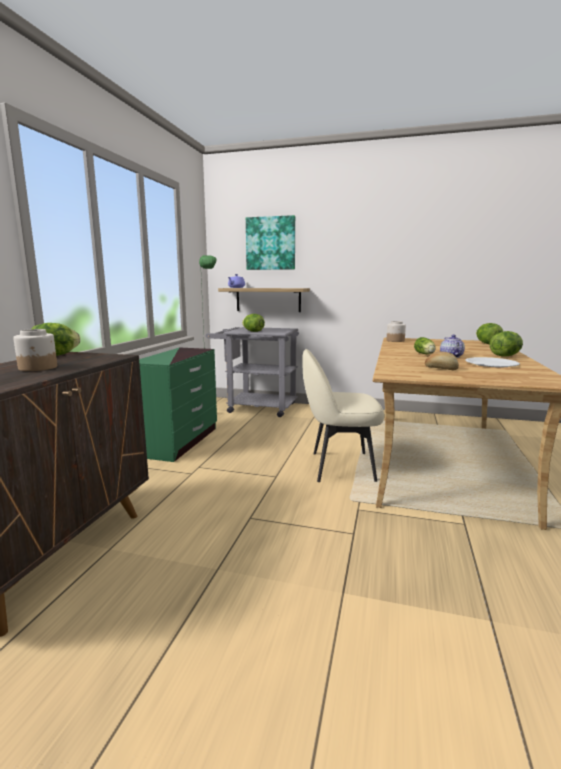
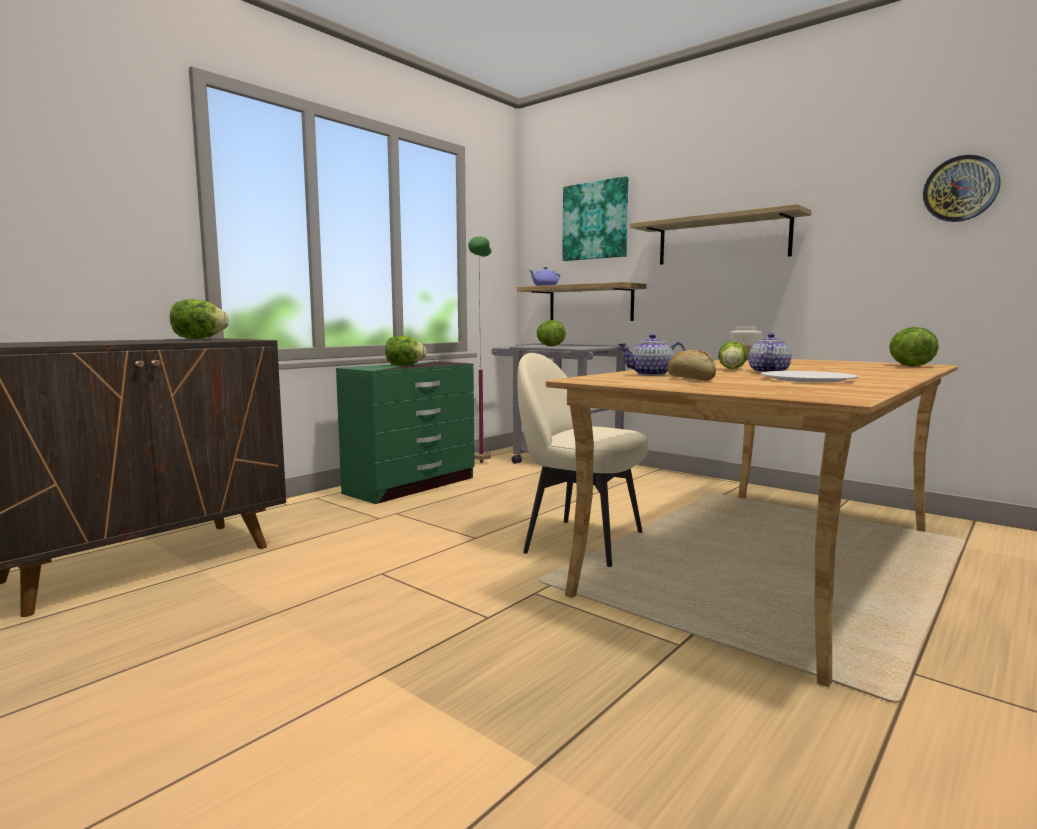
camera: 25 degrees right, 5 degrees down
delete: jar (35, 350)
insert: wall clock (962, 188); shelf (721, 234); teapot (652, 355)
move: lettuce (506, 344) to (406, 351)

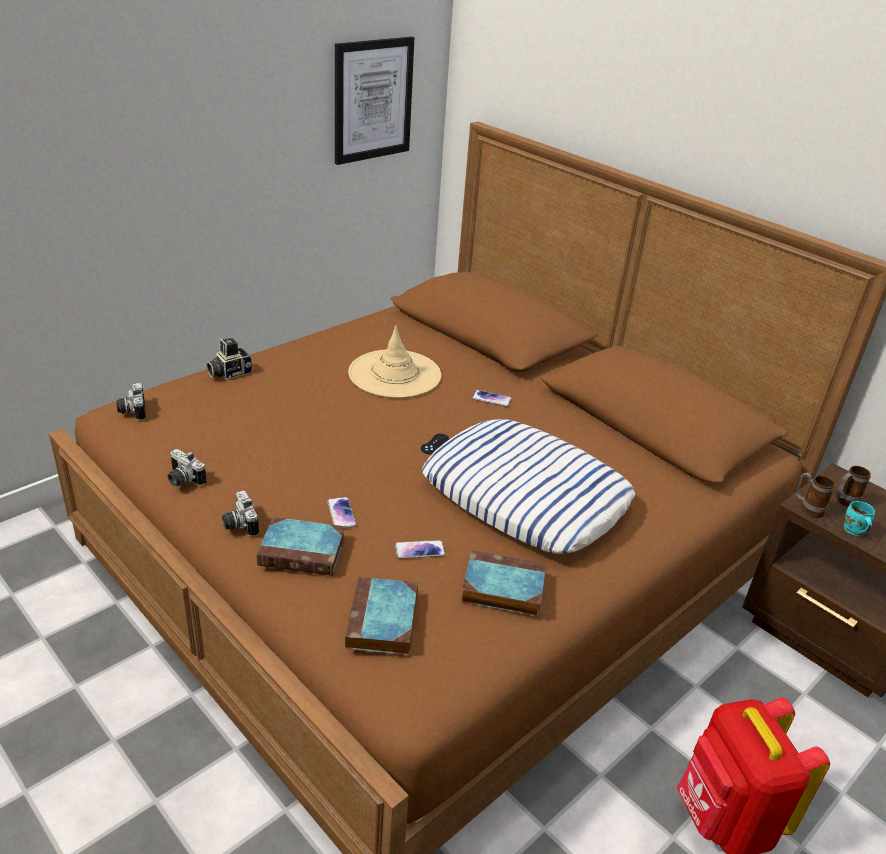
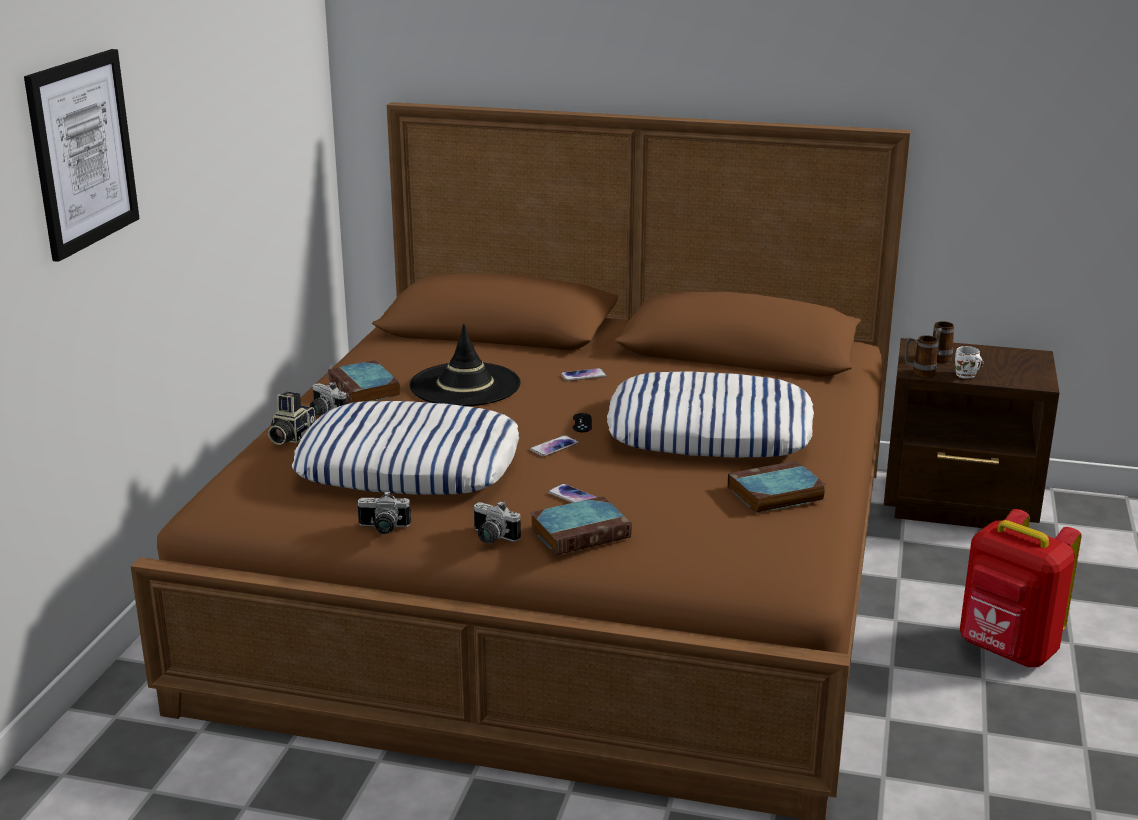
camera: 30 degrees left, 10 degrees down
insert: pillow (405, 448)
move: picture (374, 100) to (81, 155); photo camera (131, 402) to (328, 399); phone (420, 549) to (554, 446); book (381, 616) to (364, 381)
recolor: hat (beige) (394, 362) to hat (black) (465, 365); mug (turquoise) (859, 518) to mug (white) (969, 362)

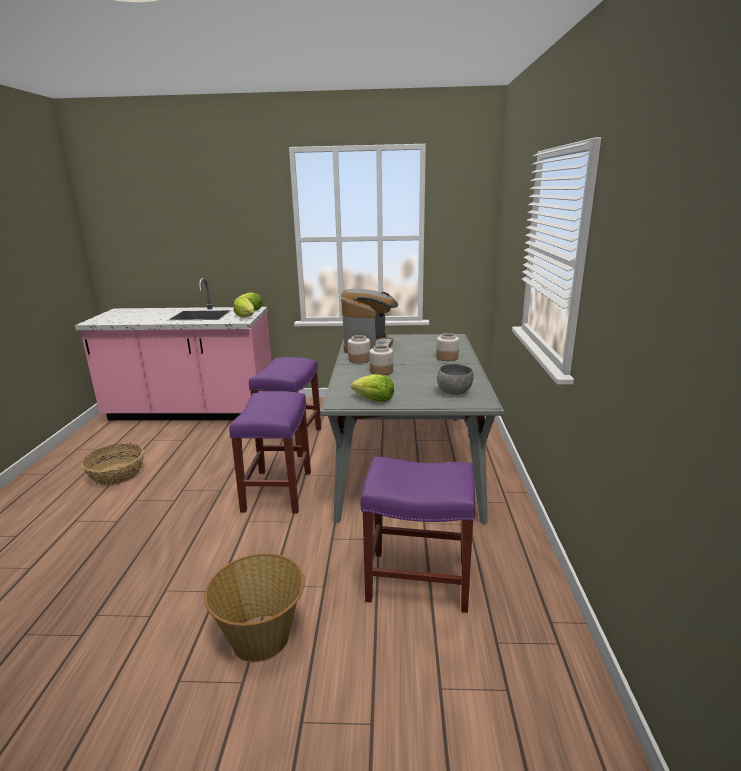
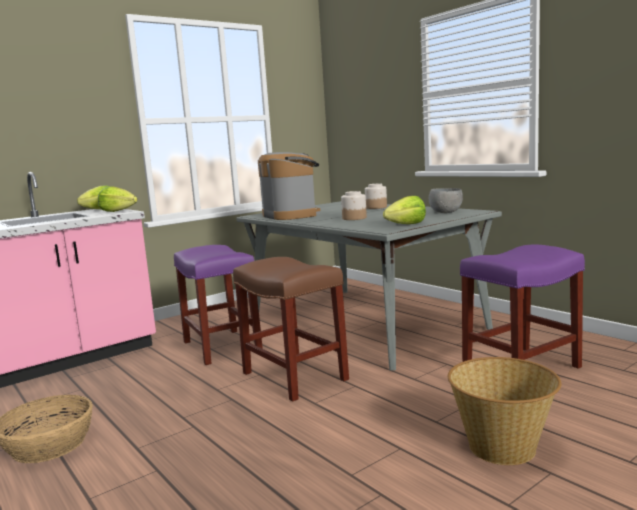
camera: 40 degrees left, 10 degrees down
delete: jar (359, 349)
recolor: stool (purple) (270, 452) to stool (brown) (291, 329)

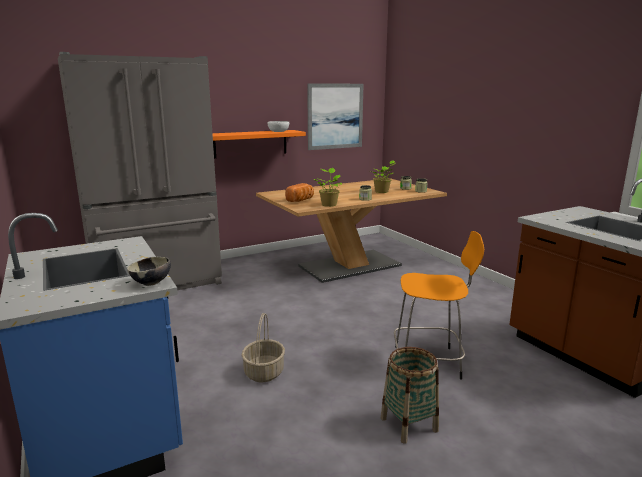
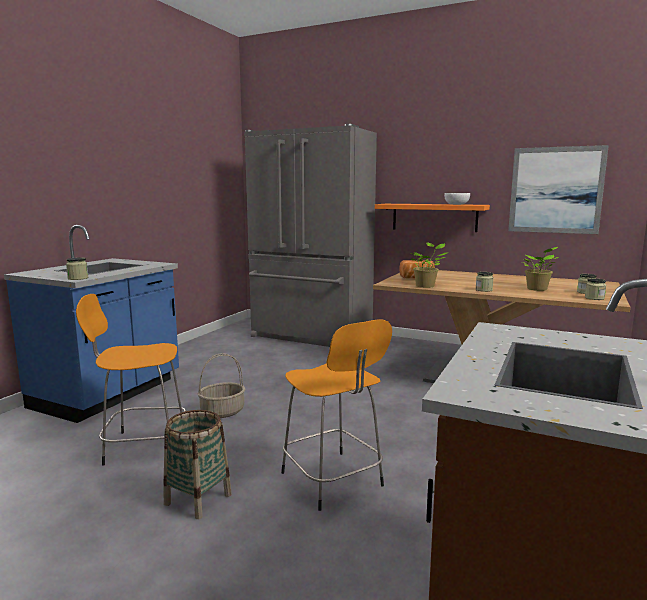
camera: 55 degrees right, 5 degrees down
insert: stool (orange) (131, 380)
replace: bowl (149, 271) to jar (77, 268)

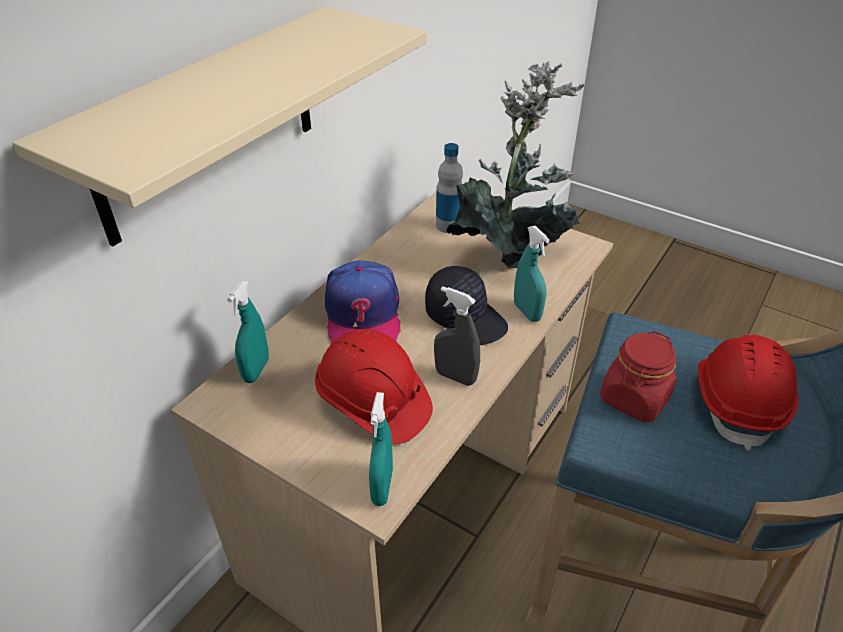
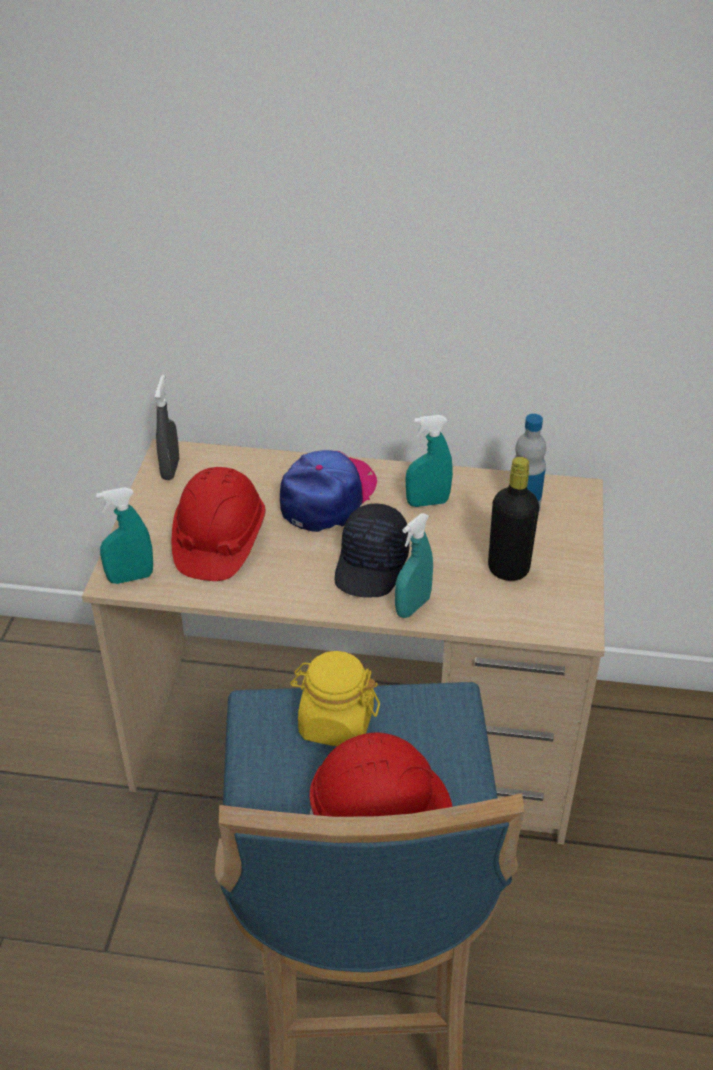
camera: 65 degrees right, 0 degrees up
delete: shelf (beige) (219, 126)
move: spray bottle (turquoise) (248, 331) to (429, 461); spray bottle (grey) (457, 336) to (166, 427)
replace: potted plant (516, 165) to bottle (black) (513, 519)
recolor: jar (red) (638, 376) to jar (yellow) (335, 698)
rotate: cap (363, 302) = (328, 491) 150 degrees clockwise

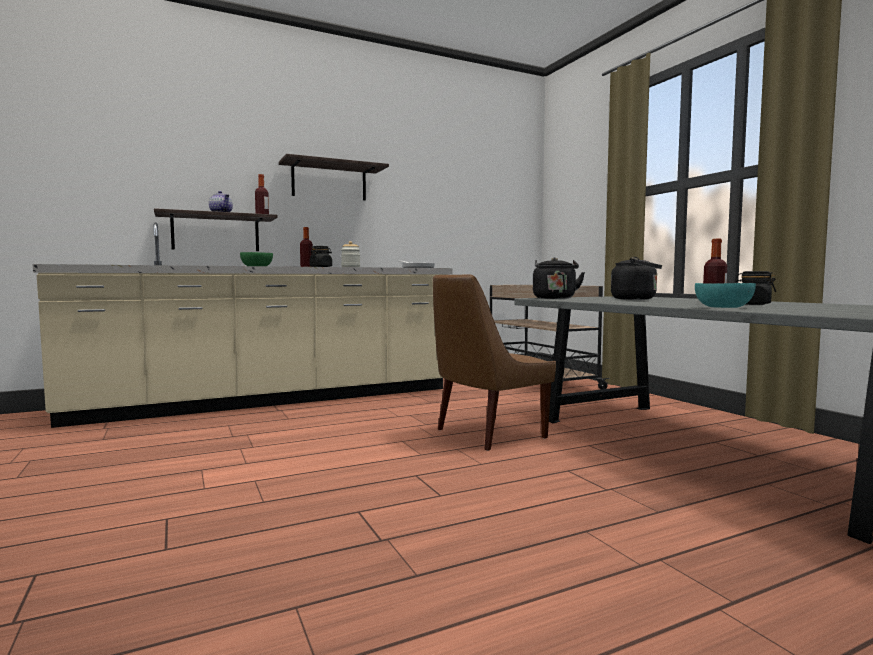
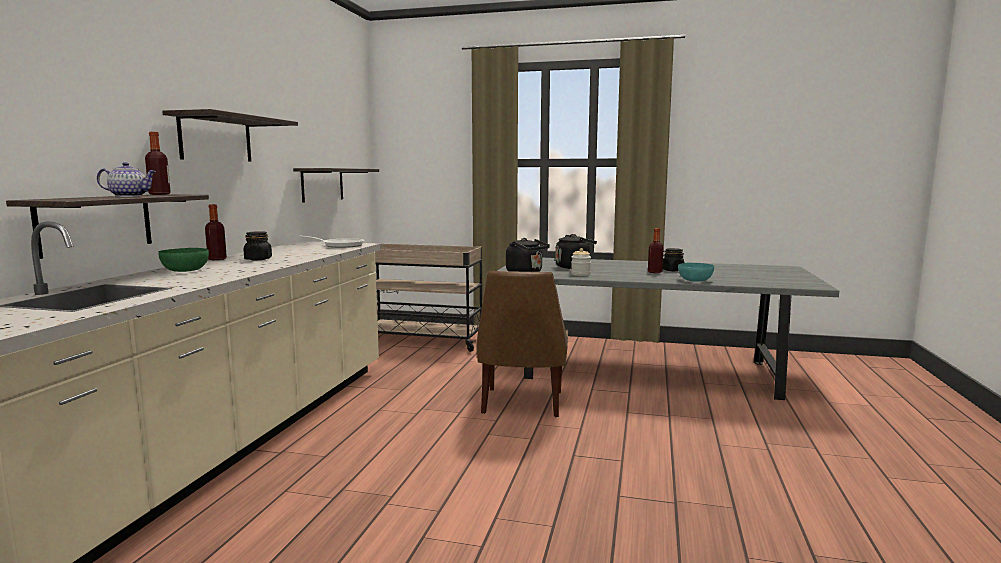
camera: 50 degrees left, 5 degrees up
insert: shelf (336, 185)
move: jar (350, 254) to (581, 262)

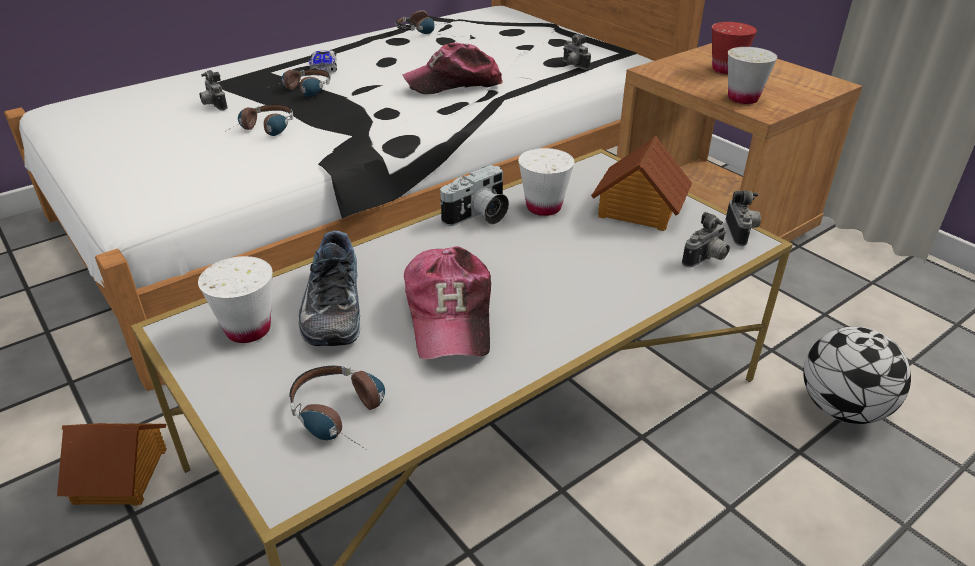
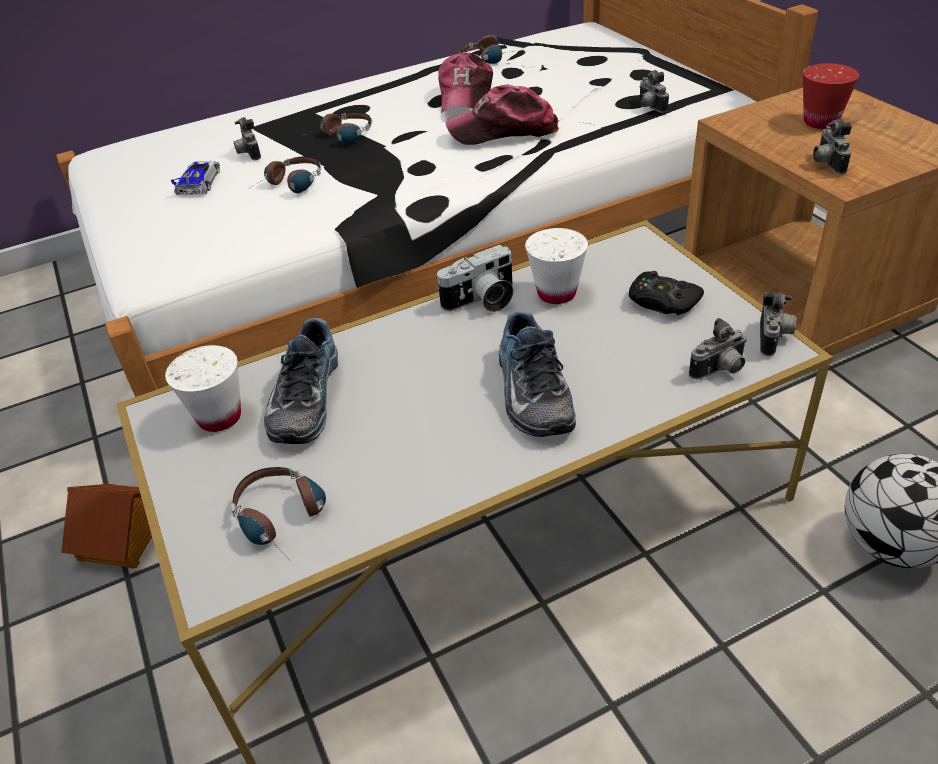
camera: 15 degrees right, 5 degrees up
insert: shoe (537, 374)
move: toy car (322, 61) to (195, 178); cap (447, 302) to (466, 82)
replace: cup (white) (753, 75) to photo camera (832, 146); toy house (641, 183) to game controller (black) (666, 293)

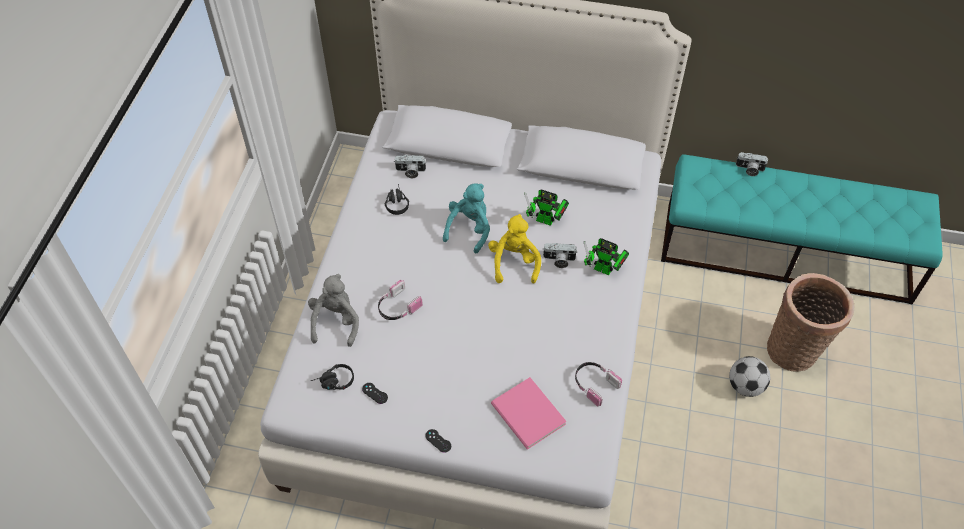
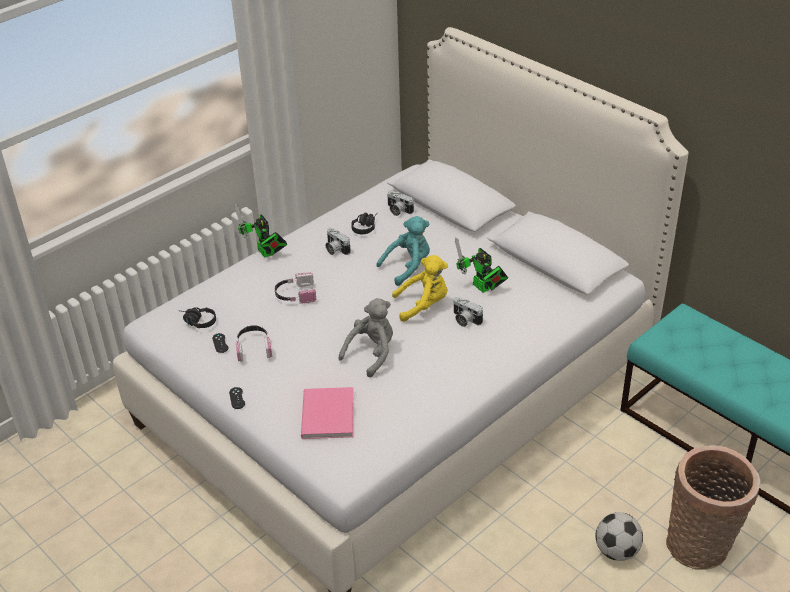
camera: 35 degrees right, 15 degrees down
move: photo camera (752, 164) to (338, 241); toy robot (606, 256) to (260, 230); plush toy (grey) (333, 310) to (365, 337); headphones (598, 384) to (254, 343)
rotate: plush toy (yellow) (514, 248) = (420, 288) 45 degrees clockwise

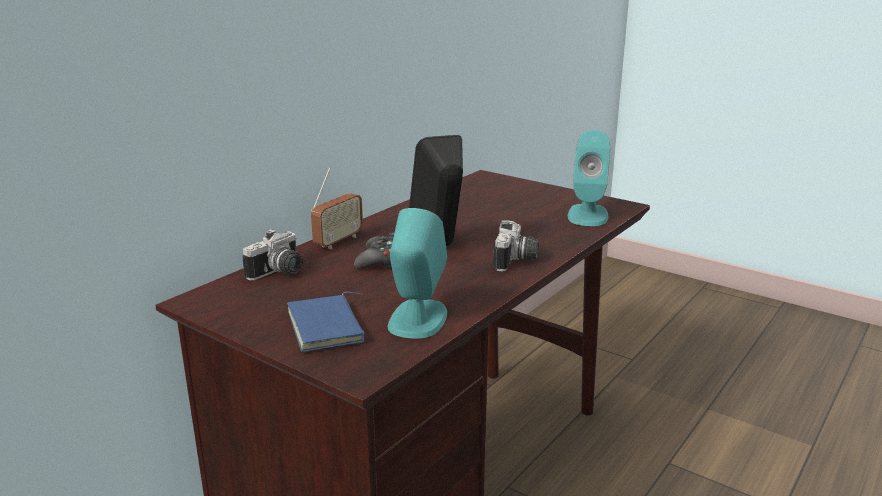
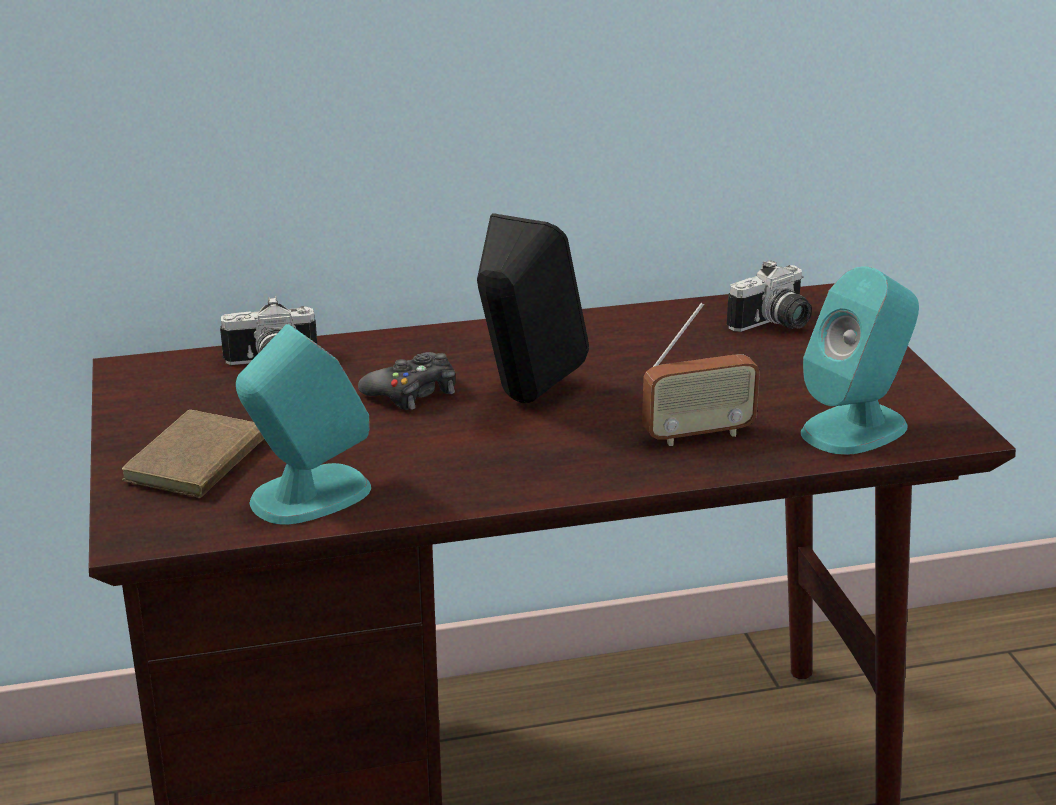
camera: 40 degrees right, 5 degrees up
move: radio (337, 208) to (701, 374); photo camera (516, 246) to (769, 296)
recolor: book (blue) (326, 322) to book (brown) (193, 454)

